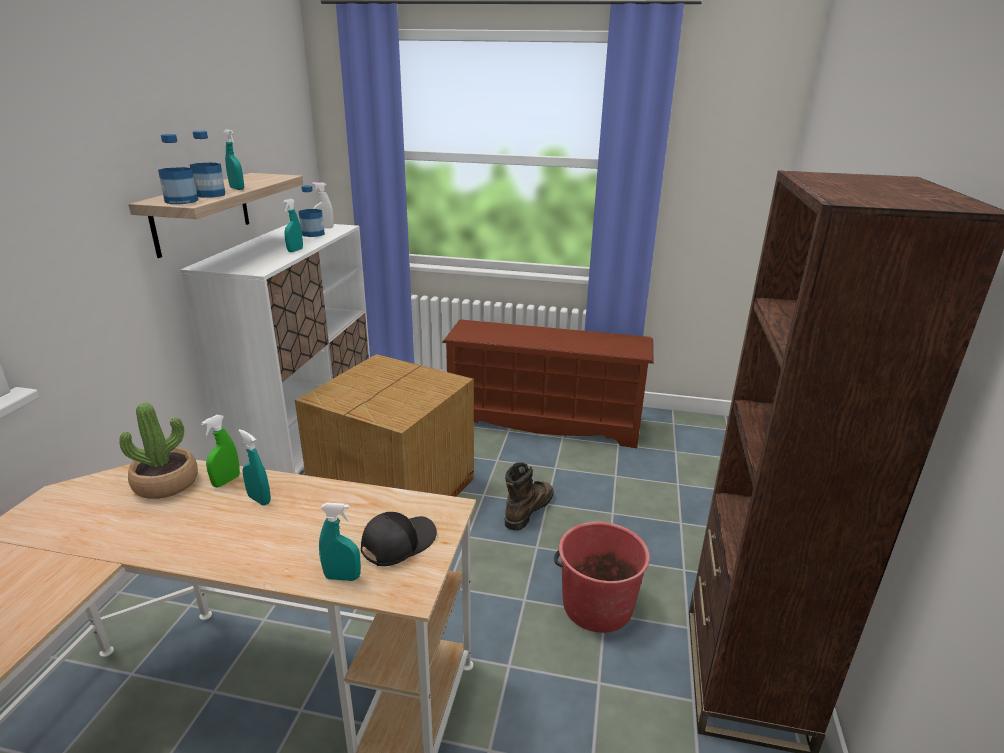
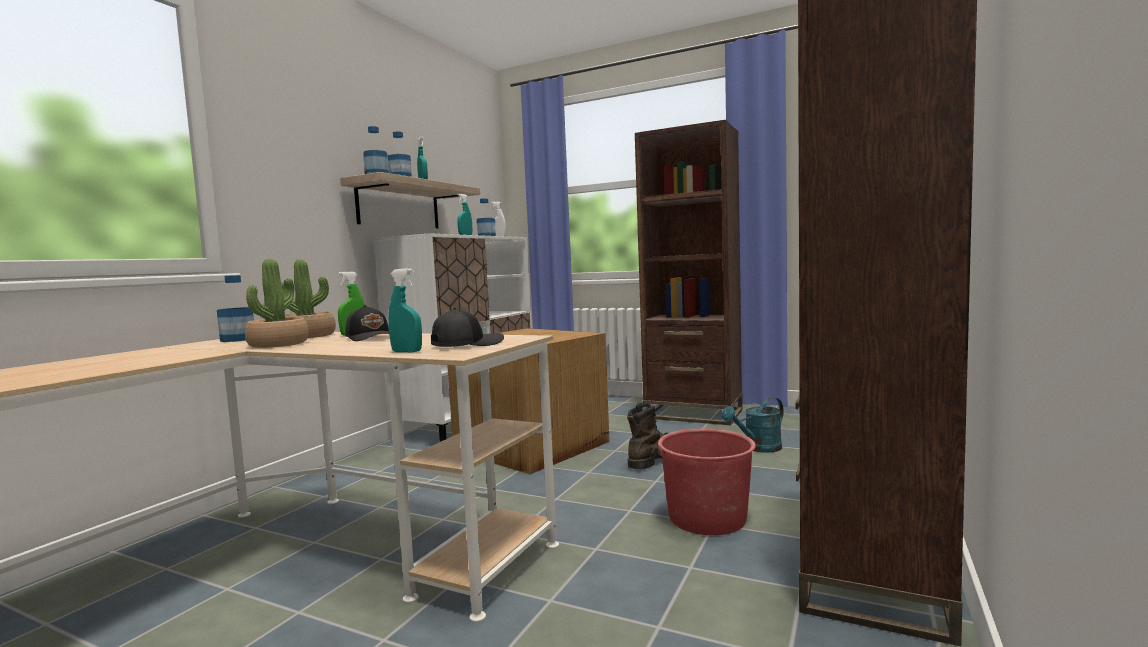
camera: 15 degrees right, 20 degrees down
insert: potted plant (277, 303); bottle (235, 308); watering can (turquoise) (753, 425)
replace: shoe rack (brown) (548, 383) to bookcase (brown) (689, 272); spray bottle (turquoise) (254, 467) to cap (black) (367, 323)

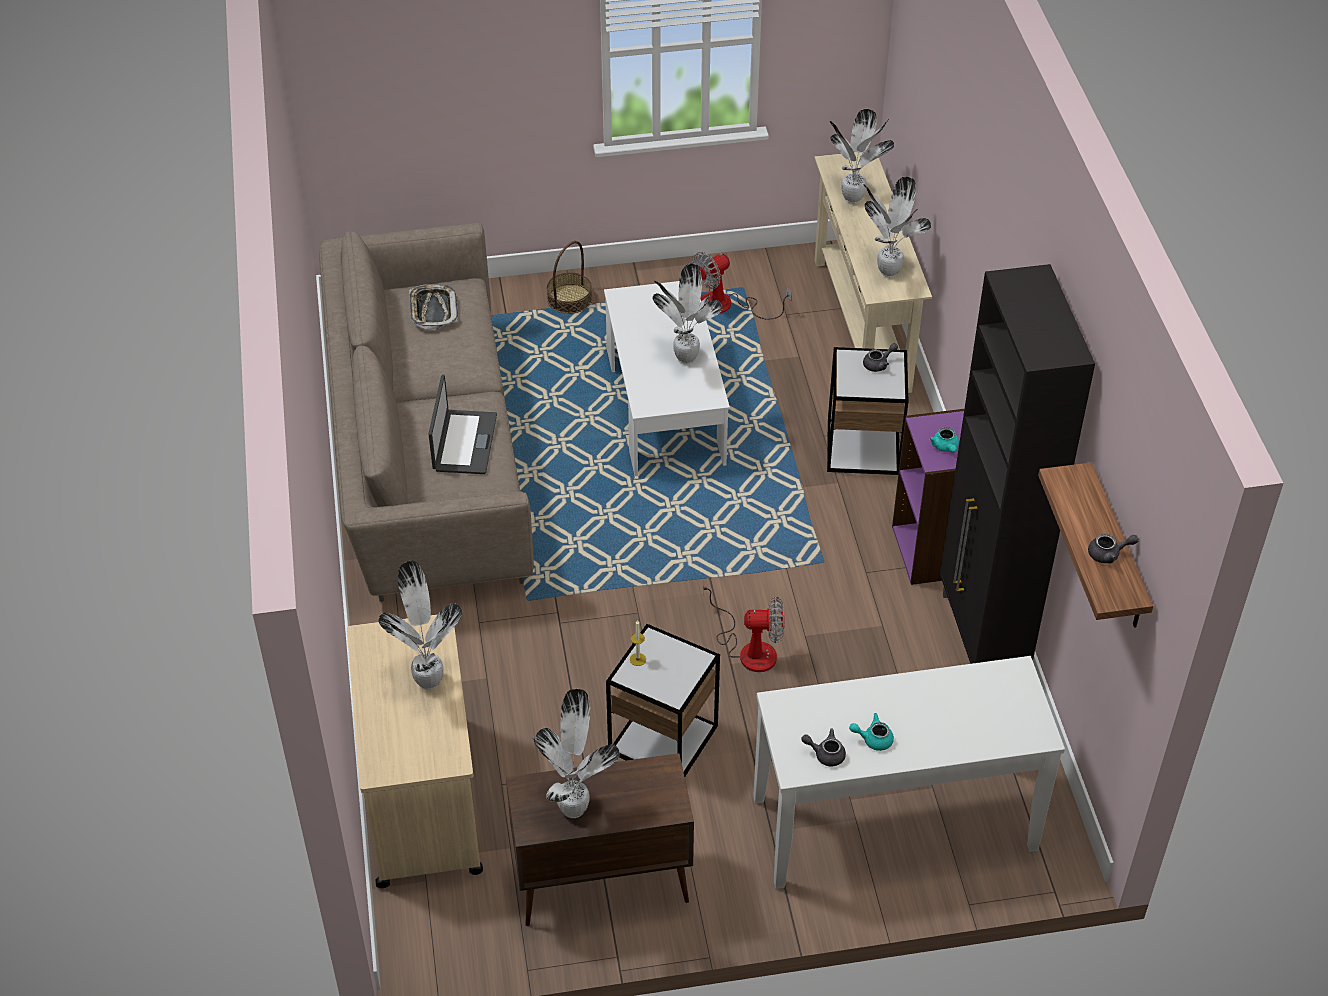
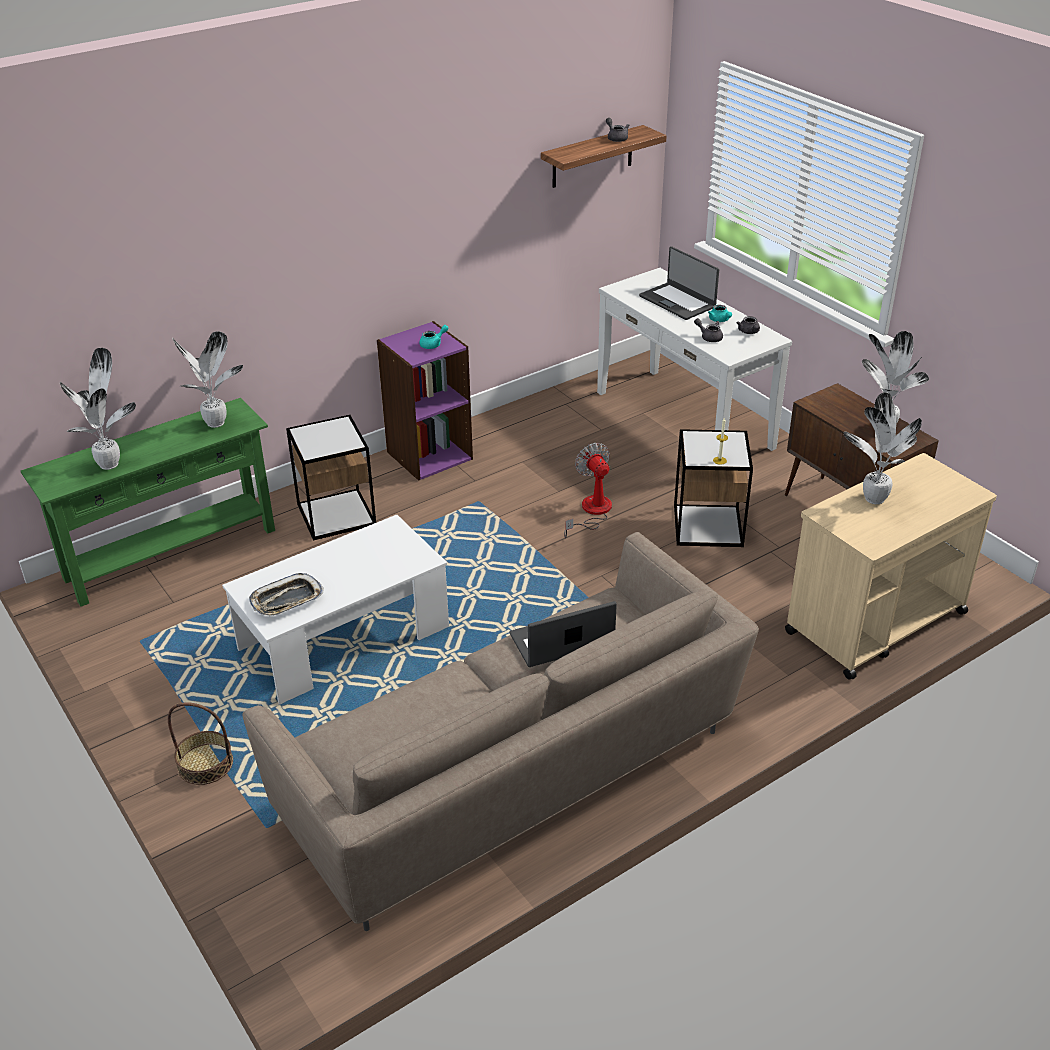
camera: 115 degrees left, 10 degrees down
delete: fan (742, 286); potted plant (687, 313); cabinet (black) (1017, 464)
insert: laptop (679, 283)
move: tray (433, 307) to (286, 595); teapot (grey) (880, 357) to (708, 330)
recolor: console table (beige) (873, 272) to console table (green) (148, 502)

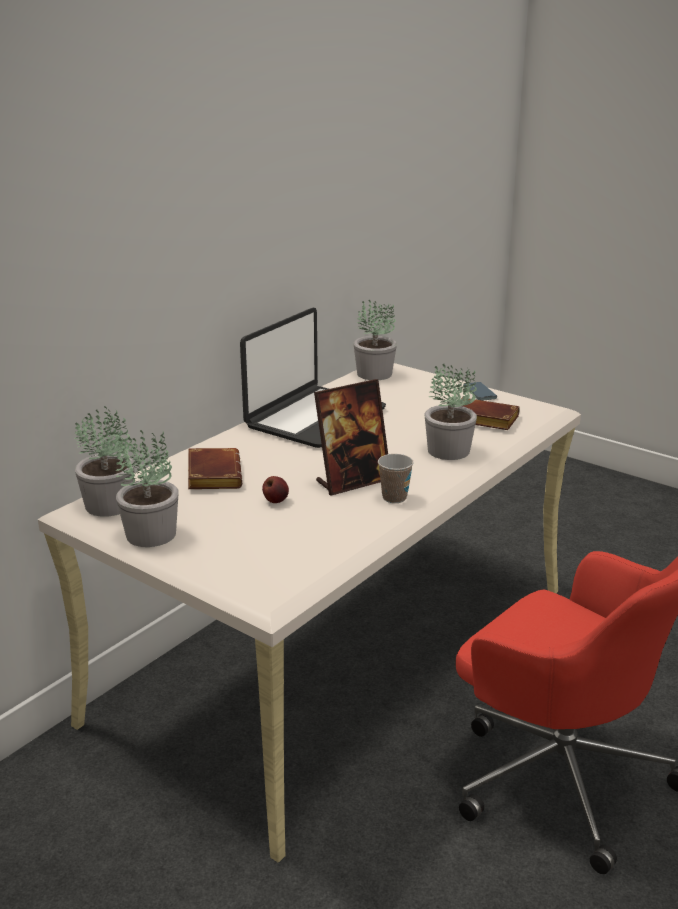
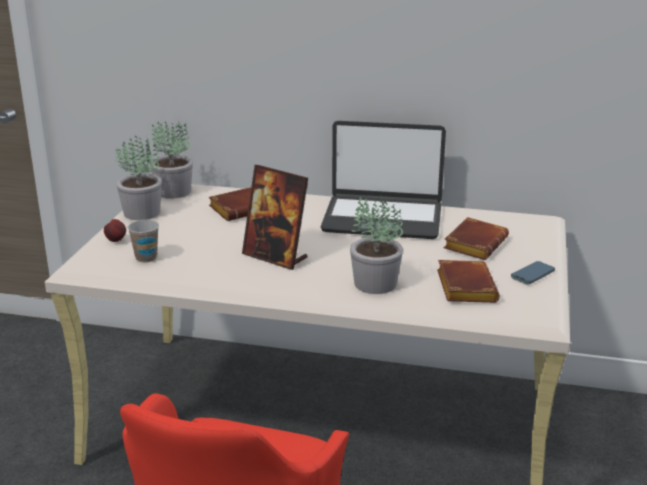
camera: 65 degrees right, 0 degrees up
delete: potted plant (375, 340)
insert: book (brown) (476, 238)
move: cup (396, 478) to (143, 241); apple (275, 489) to (115, 230)

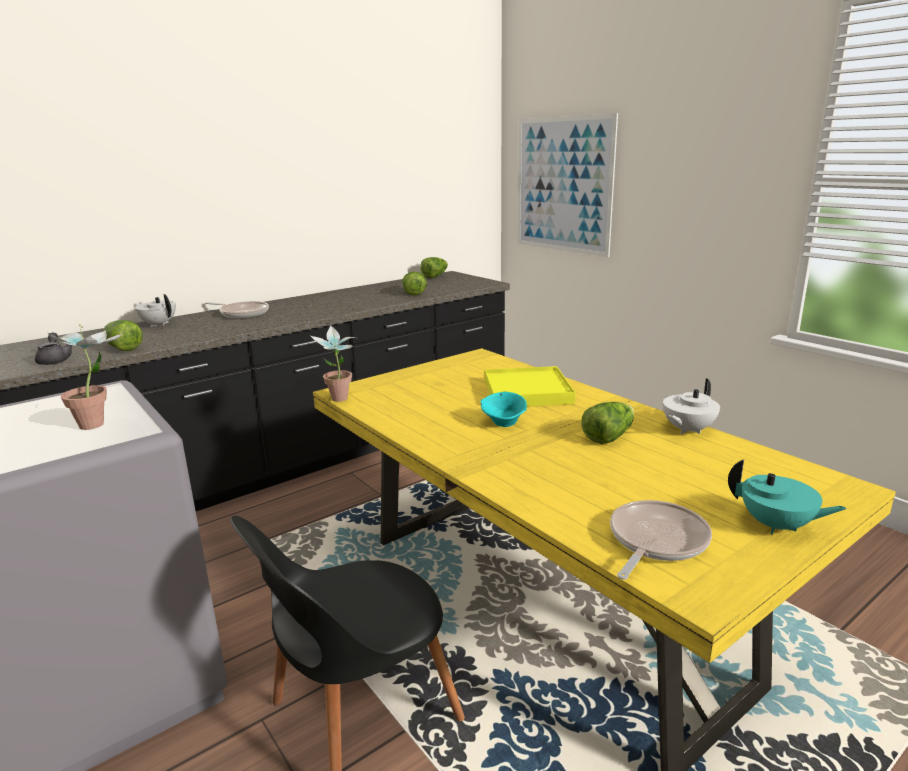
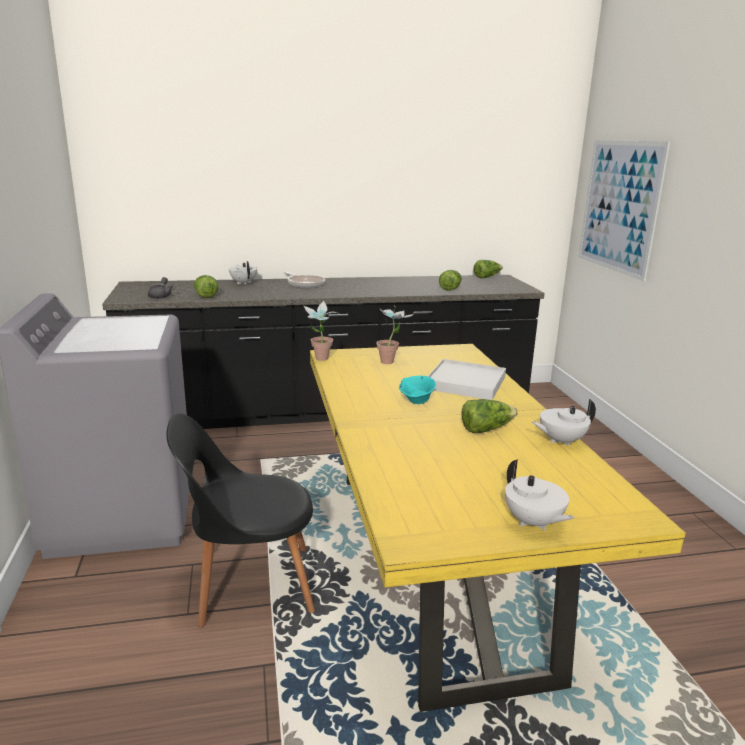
camera: 25 degrees right, 0 degrees up
delete: frying pan (661, 540)
move: potted plant (84, 377) to (395, 335)
recolor: tray (yellow) (530, 386) to tray (white) (467, 379); teapot (turquoise) (787, 497) to teapot (white) (539, 494)

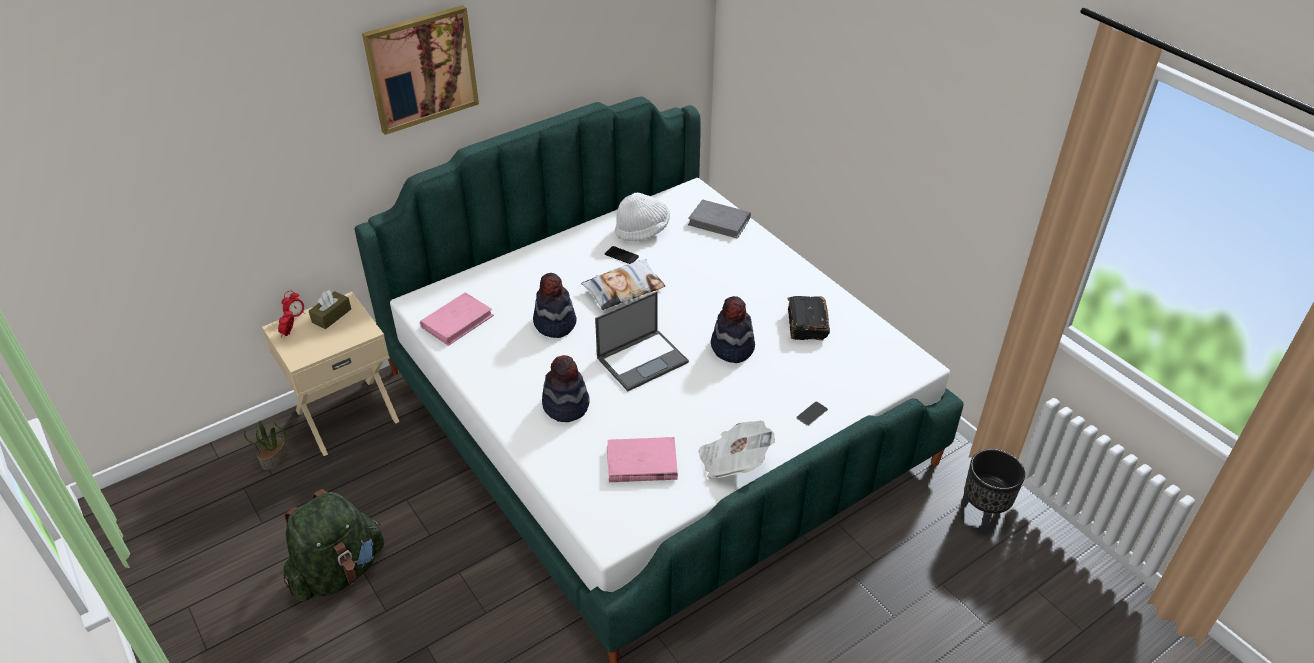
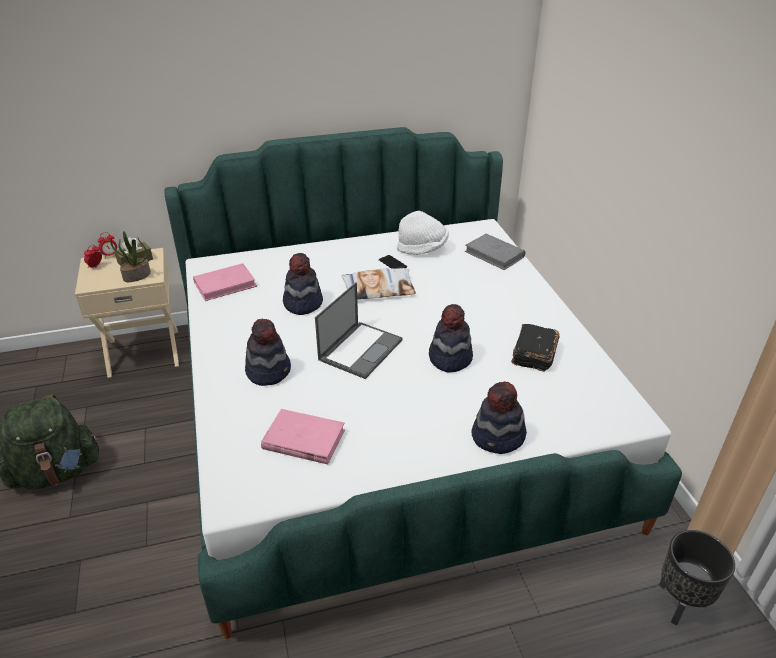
camera: 20 degrees right, 5 degrees down
delete: picture (420, 70); newspaper (736, 449)
move: potted plant (266, 445) to (130, 256)
replace: phone (812, 413) to hat (499, 417)
rotate: laptop (642, 341) = (359, 330) 45 degrees counterclockwise

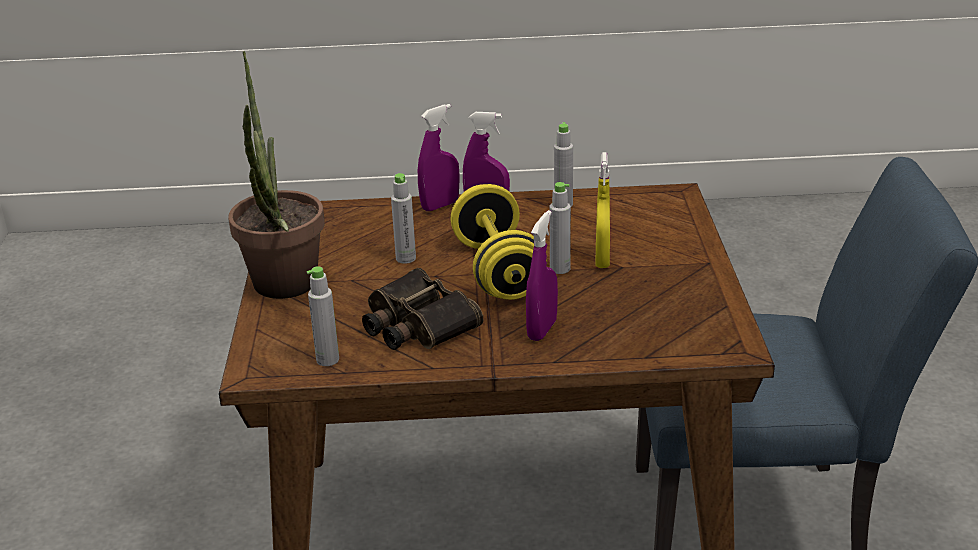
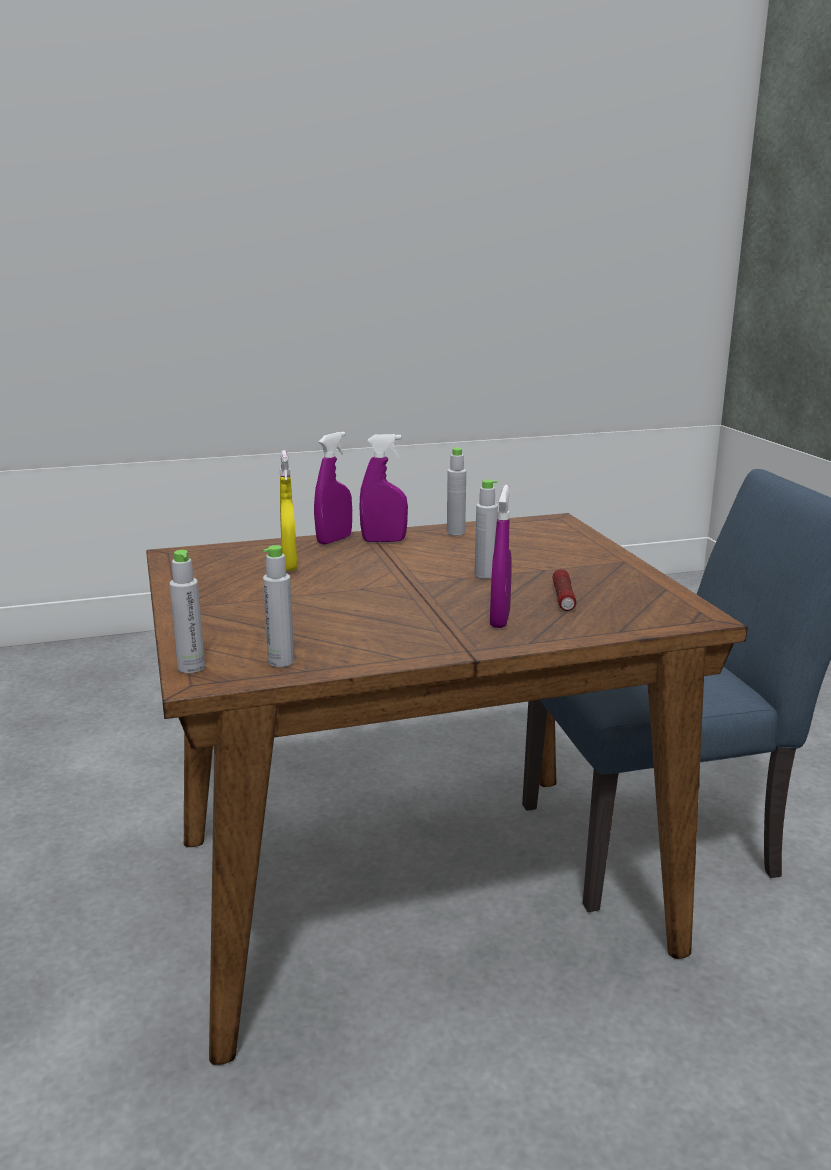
camera: 15 degrees left, 10 degrees down
delete: potted plant (276, 175); dumbbell (yellow) (499, 242); binoculars (422, 309)
insert: flashlight (564, 590)
move: spray bottle (yellow) (603, 210) to (288, 510); bottle (grey) (403, 218) to (187, 611)

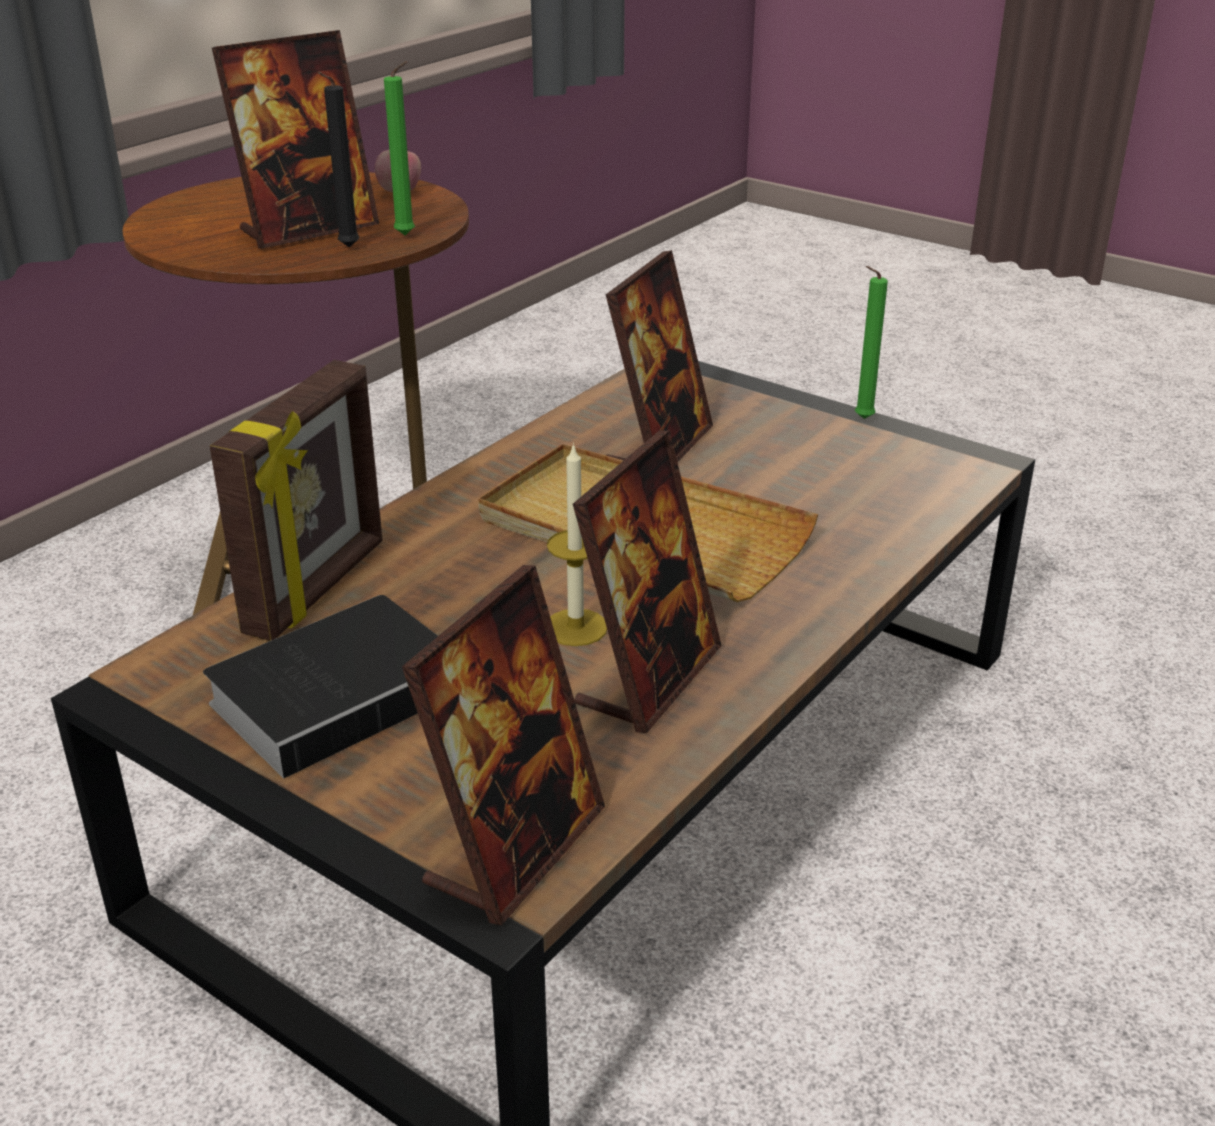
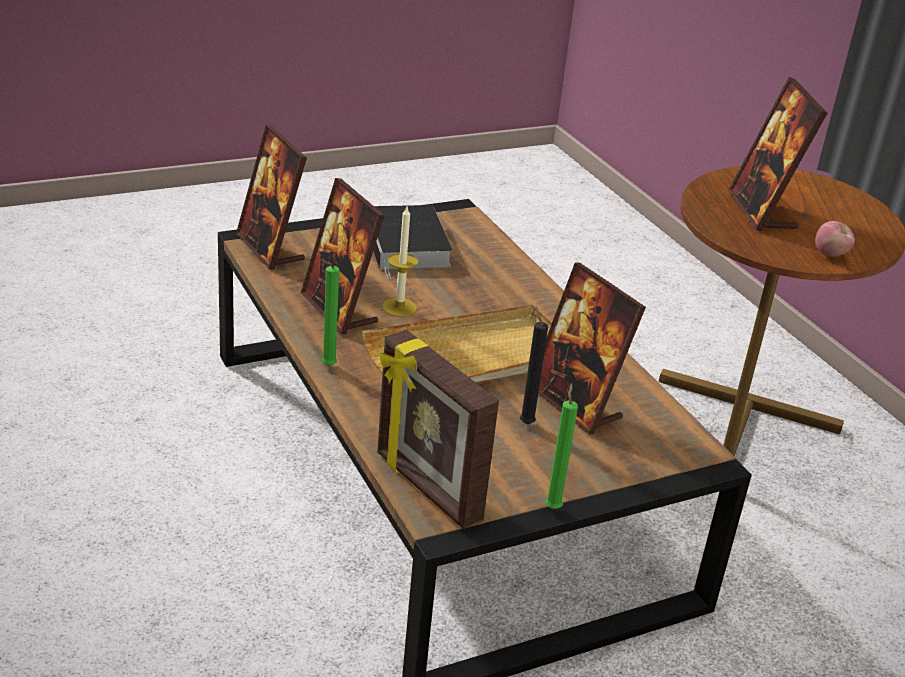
camera: 115 degrees right, 0 degrees up
move: candle (green) (399, 148) to (330, 313); candle (black) (338, 159) to (534, 365); picture frame (296, 500) to (438, 429)

